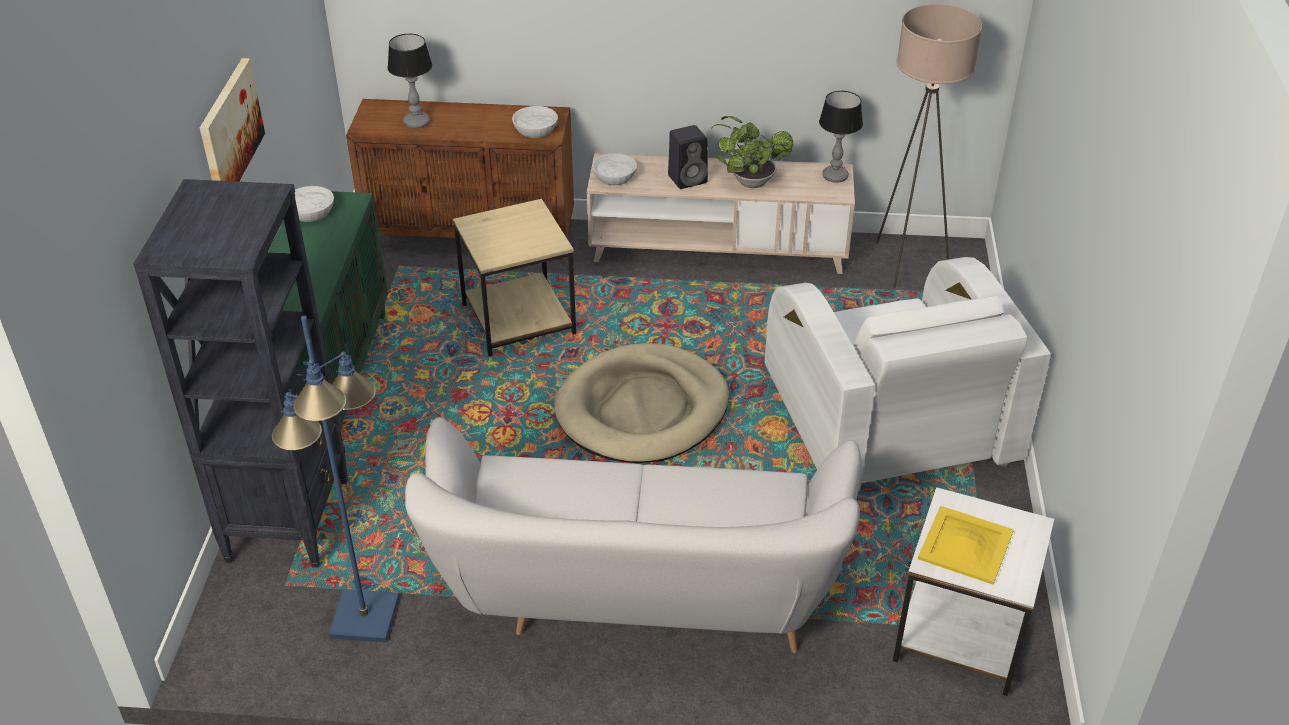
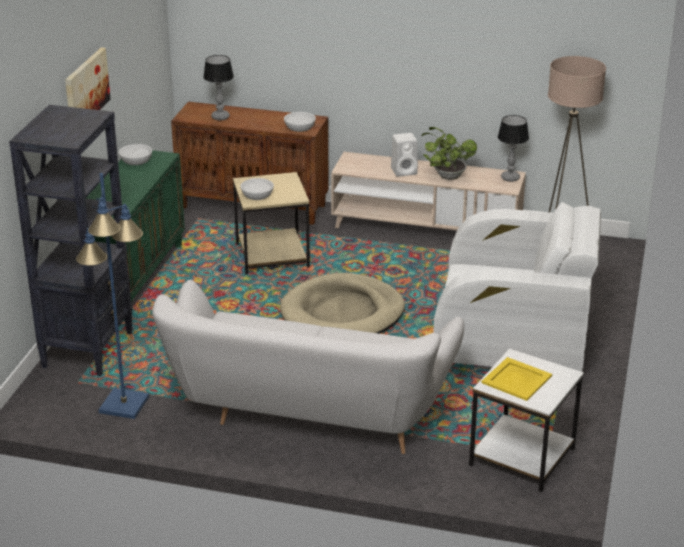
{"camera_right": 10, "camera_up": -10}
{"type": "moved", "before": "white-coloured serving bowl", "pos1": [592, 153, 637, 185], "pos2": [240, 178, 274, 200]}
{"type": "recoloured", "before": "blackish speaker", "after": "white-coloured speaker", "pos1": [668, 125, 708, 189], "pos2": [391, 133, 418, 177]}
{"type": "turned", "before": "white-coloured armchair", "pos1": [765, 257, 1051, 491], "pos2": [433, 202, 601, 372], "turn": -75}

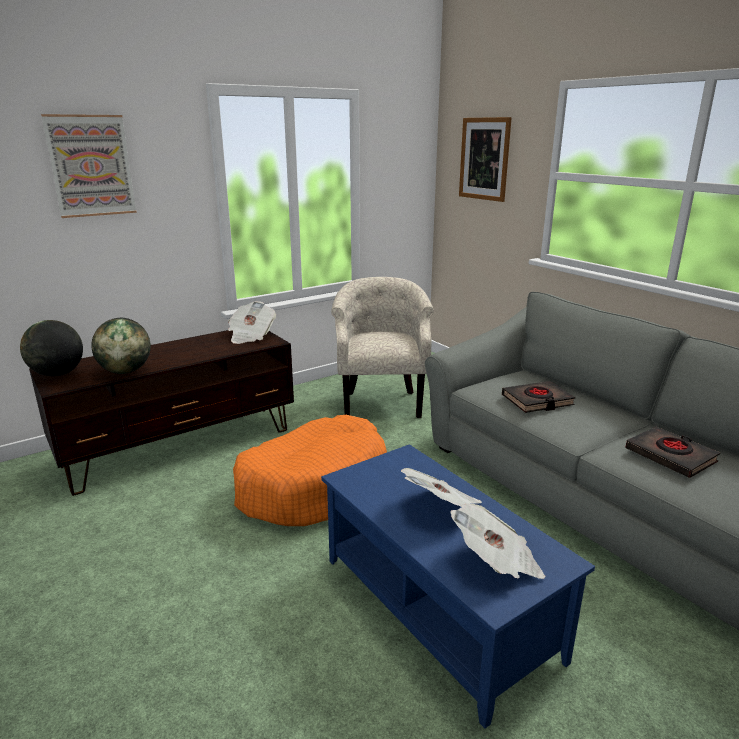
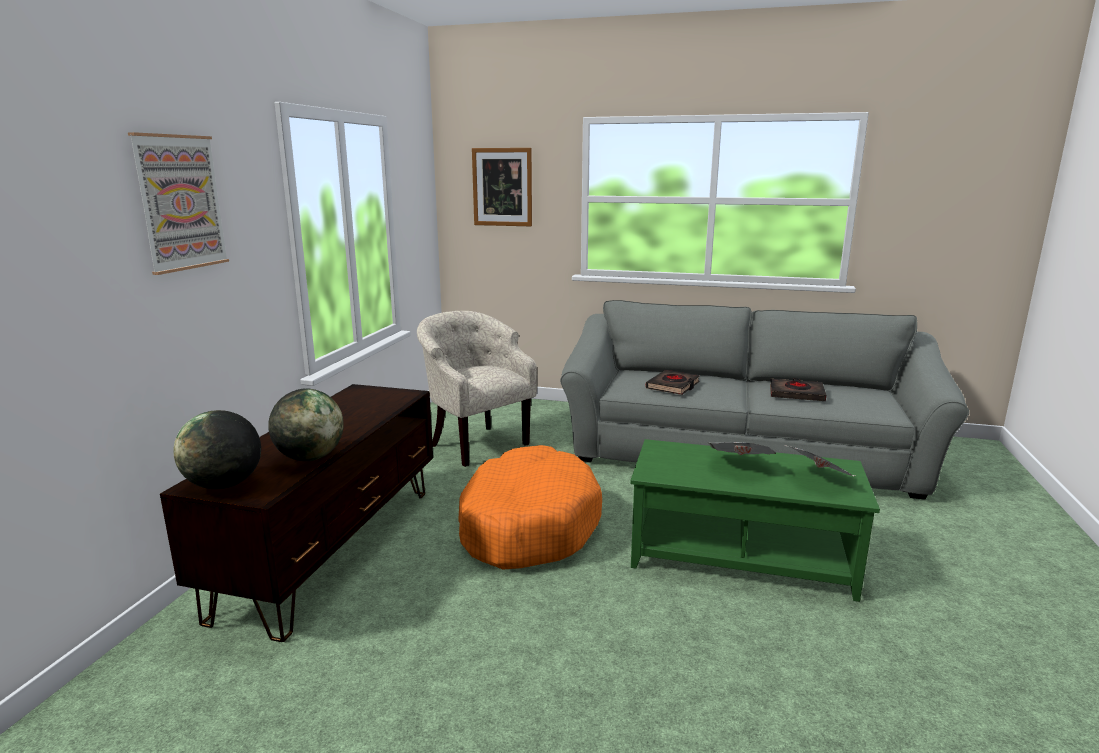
{"camera_right": -40, "camera_up": -5}
{"type": "removed", "before": "newspaper", "pos1": [228, 301, 276, 344]}
{"type": "recoloured", "before": "blue coffee table", "after": "green-coloured coffee table", "pos1": [321, 444, 595, 728], "pos2": [630, 439, 880, 602]}

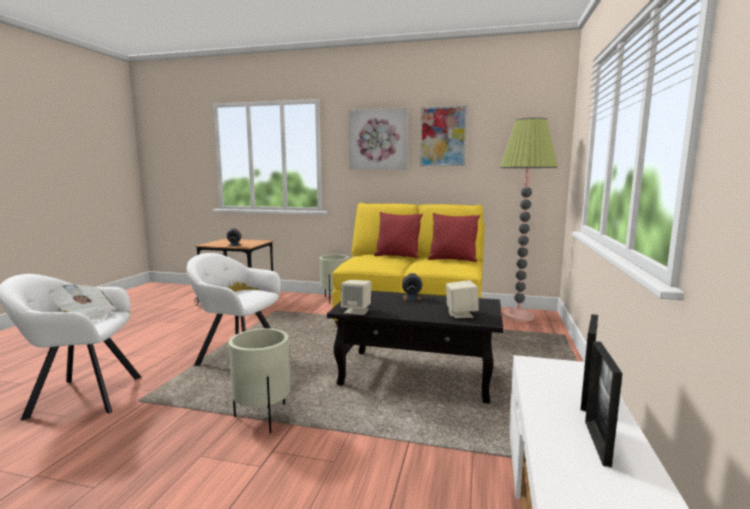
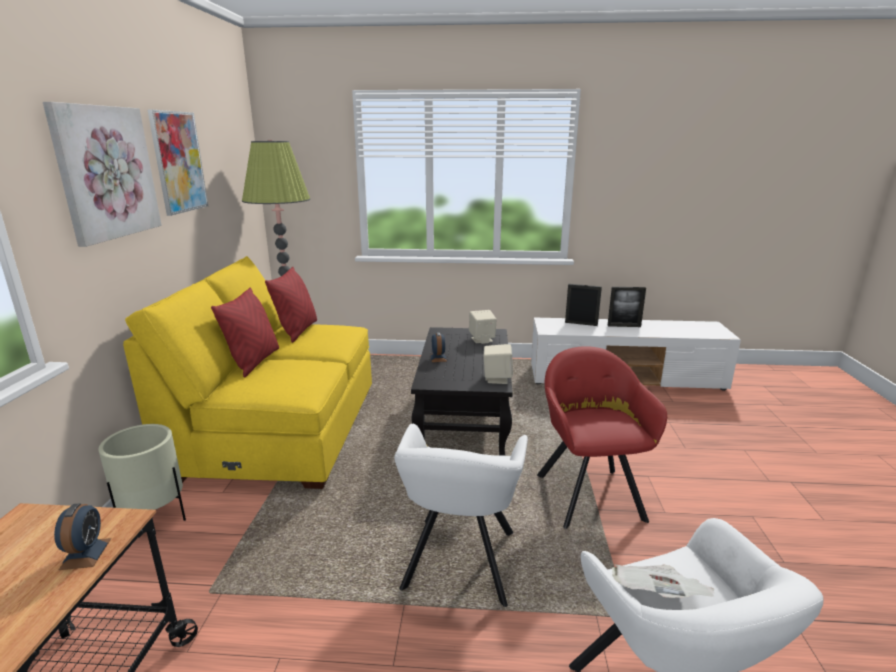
{"camera_right": -100, "camera_up": 10}
{"type": "replaced", "before": "beige planter", "after": "red armchair", "pos1": [229, 328, 291, 433], "pos2": [537, 346, 667, 529]}

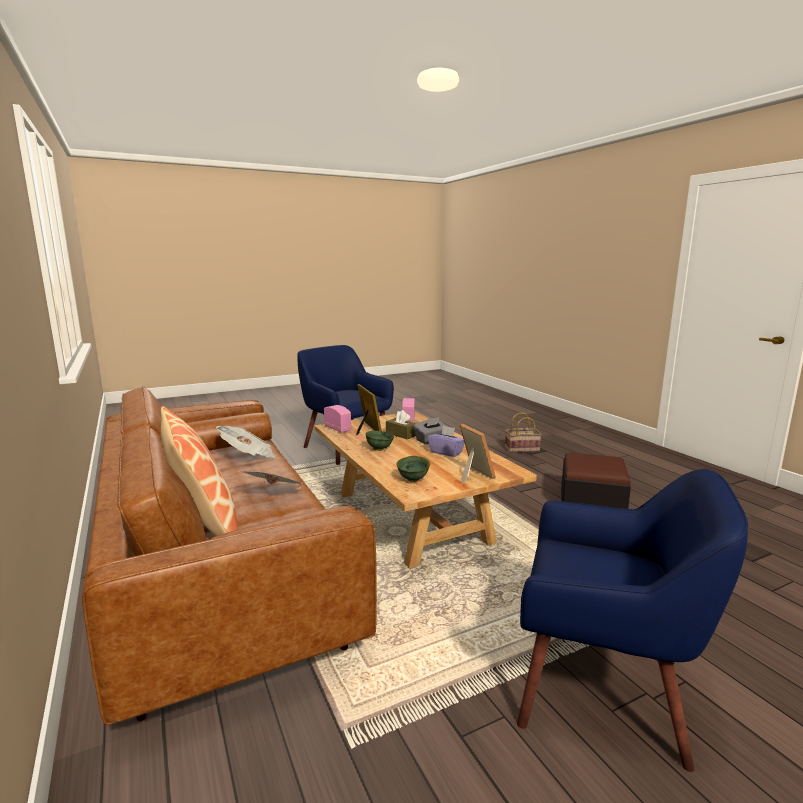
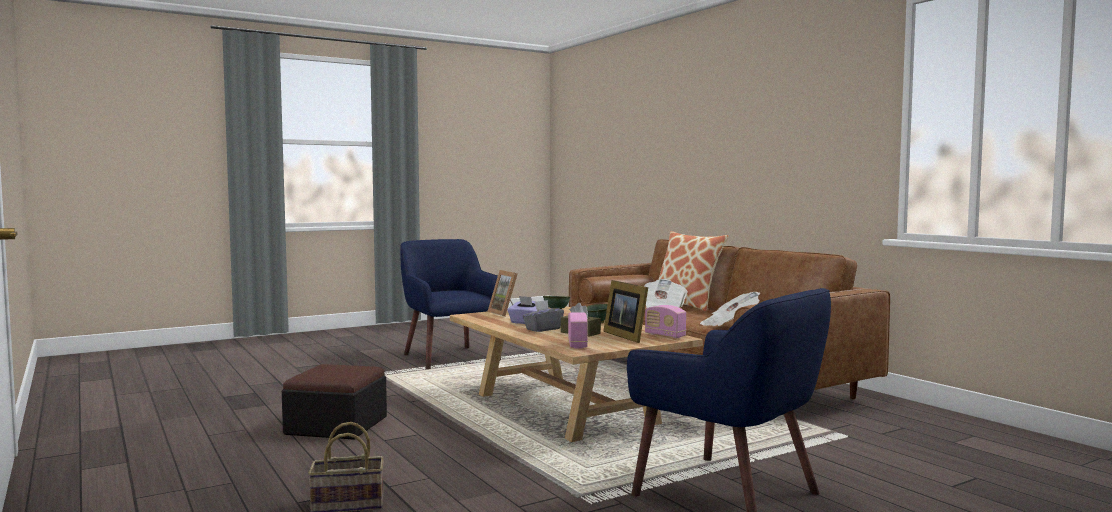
{"camera_right": 175, "camera_up": -10}
{"type": "turned", "before": "blue armchair", "pos1": [517, 469, 748, 772], "pos2": [400, 239, 501, 369], "turn": 45}

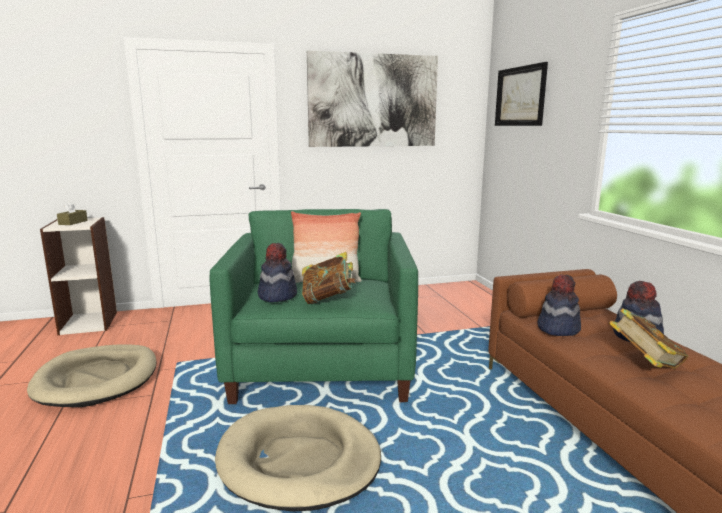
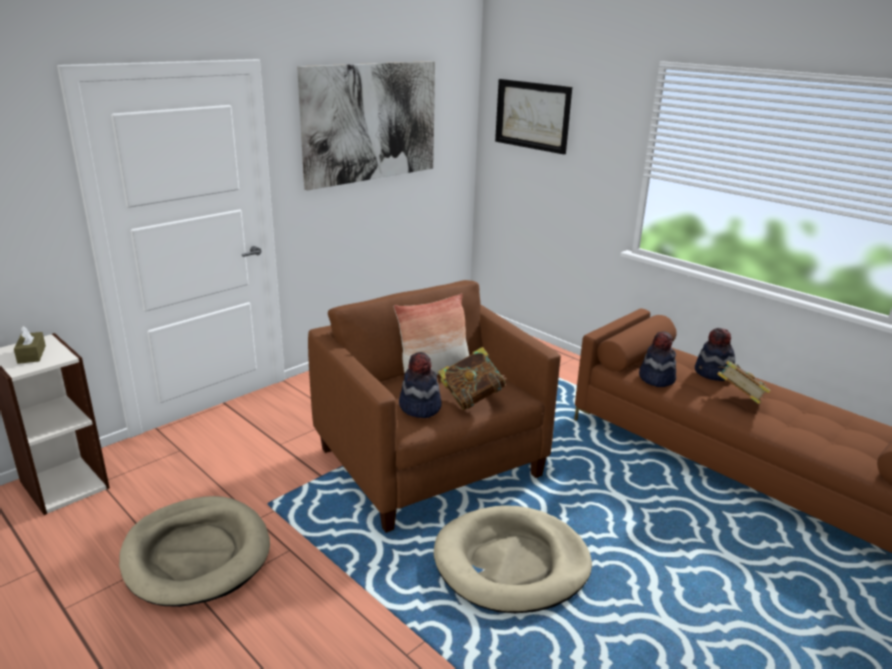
{"camera_right": -30, "camera_up": 10}
{"type": "recoloured", "before": "green-coloured armchair", "after": "brown armchair", "pos1": [209, 209, 418, 404], "pos2": [308, 280, 561, 533]}

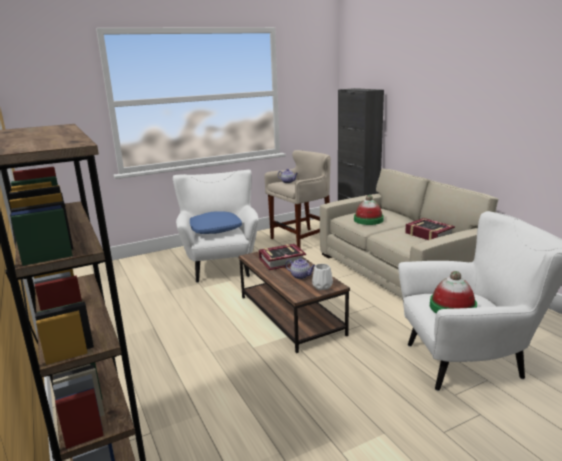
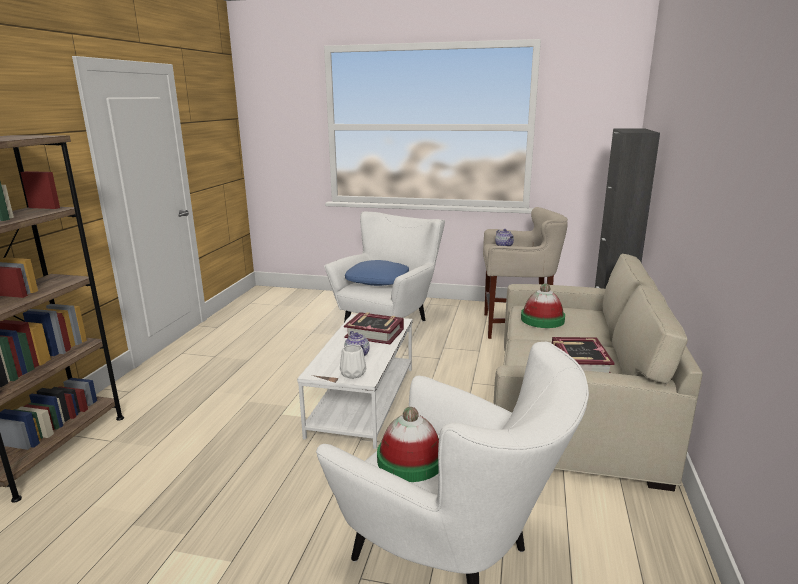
{"camera_right": 40, "camera_up": 0}
{"type": "recoloured", "before": "brown coffee table", "after": "white-coloured coffee table", "pos1": [239, 251, 350, 353], "pos2": [297, 314, 413, 449]}

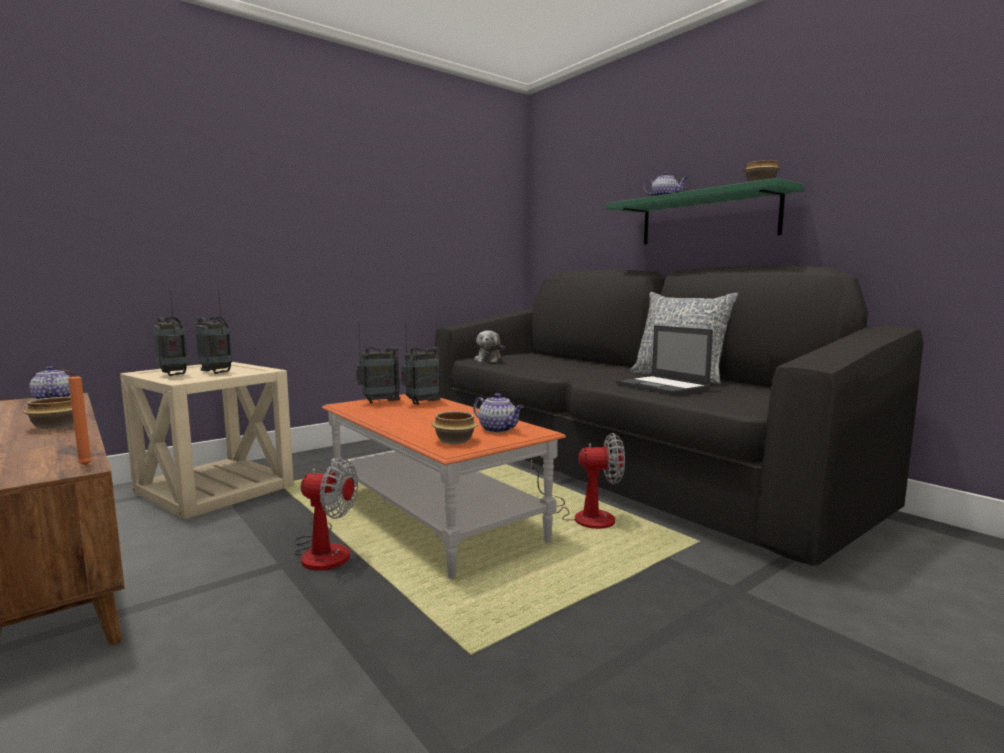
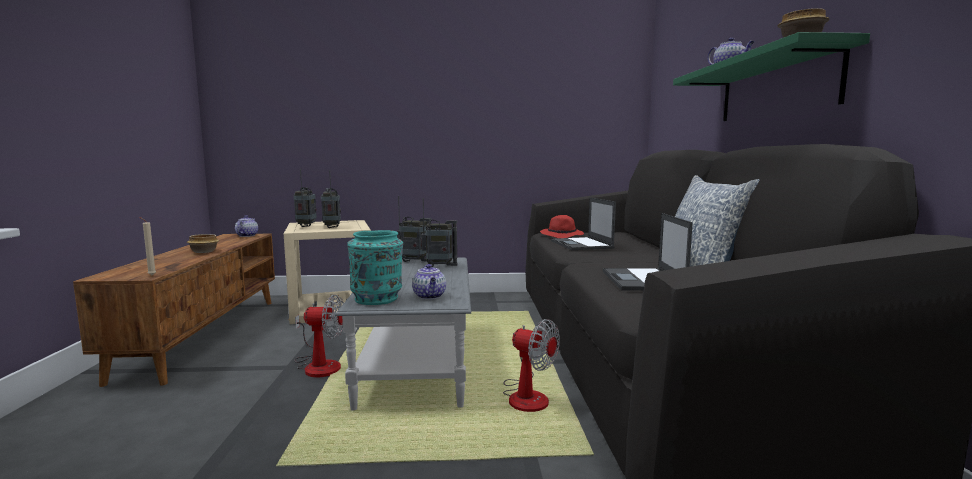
{"camera_right": 35, "camera_up": 0}
{"type": "recoloured", "before": "orange-coloured wax candle", "after": "beige wax candle", "pos1": [60, 368, 93, 466], "pos2": [139, 217, 156, 275]}
{"type": "turned", "before": "cooling fan", "pos1": [294, 458, 358, 571], "pos2": [294, 295, 344, 378], "turn": -45}
{"type": "recoloured", "before": "orange-coloured coffee table", "after": "greyish coffee table", "pos1": [322, 394, 566, 579], "pos2": [335, 258, 471, 411]}
{"type": "replaced", "before": "serving bowl", "after": "blue-green decorative vase", "pos1": [432, 411, 478, 444], "pos2": [347, 230, 403, 305]}
{"type": "replaced", "before": "plush toy", "after": "red hat", "pos1": [474, 331, 504, 362], "pos2": [540, 215, 584, 238]}
{"type": "added", "after": "notebook computer", "pos2": [551, 197, 616, 250]}

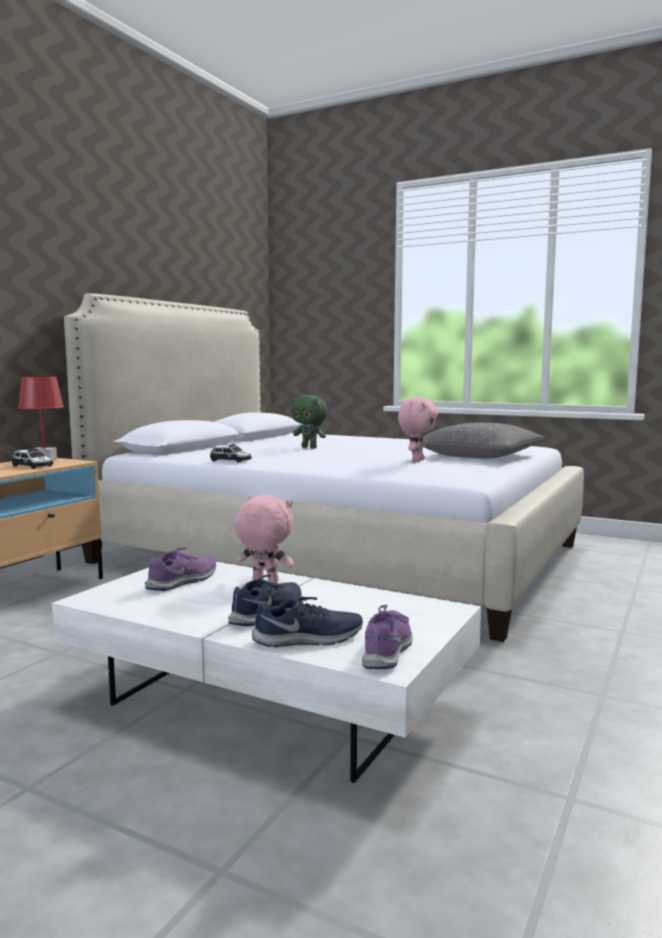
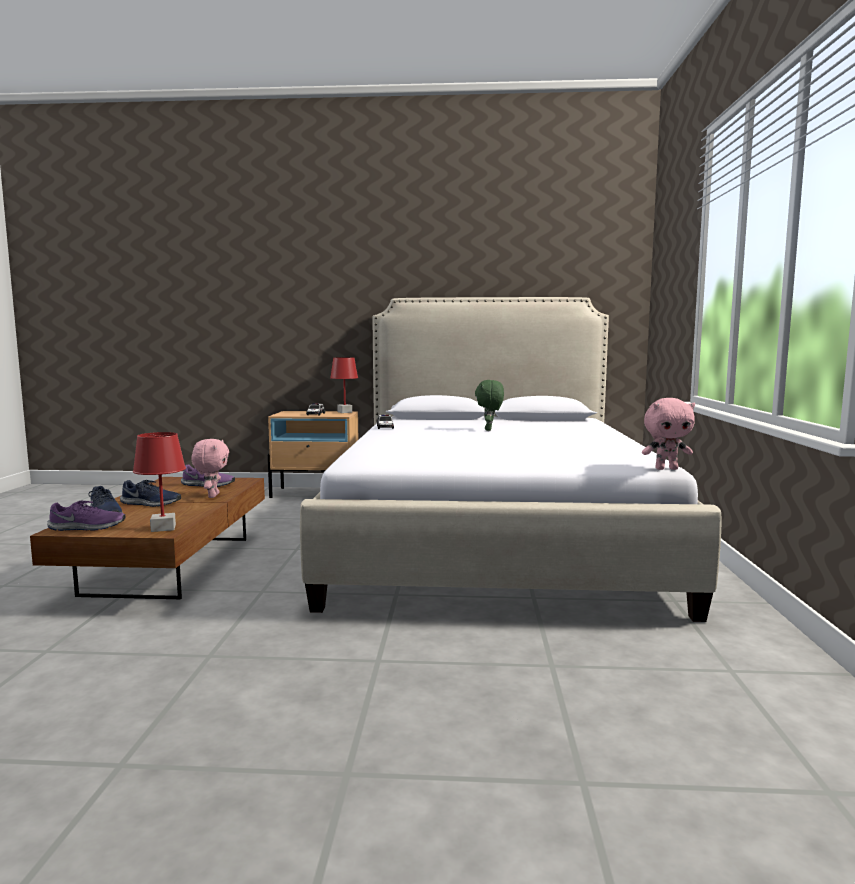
{"camera_right": 65, "camera_up": 0}
{"type": "recoloured", "before": "white-coloured coffee table", "after": "brown coffee table", "pos1": [52, 561, 481, 783], "pos2": [30, 477, 265, 599]}
{"type": "moved", "before": "pinkish plush toy", "pos1": [398, 397, 438, 462], "pos2": [642, 398, 695, 470]}
{"type": "removed", "before": "greyish pillow", "pos1": [424, 423, 545, 459]}
{"type": "added", "after": "red table lamp", "pos2": [133, 432, 186, 532]}

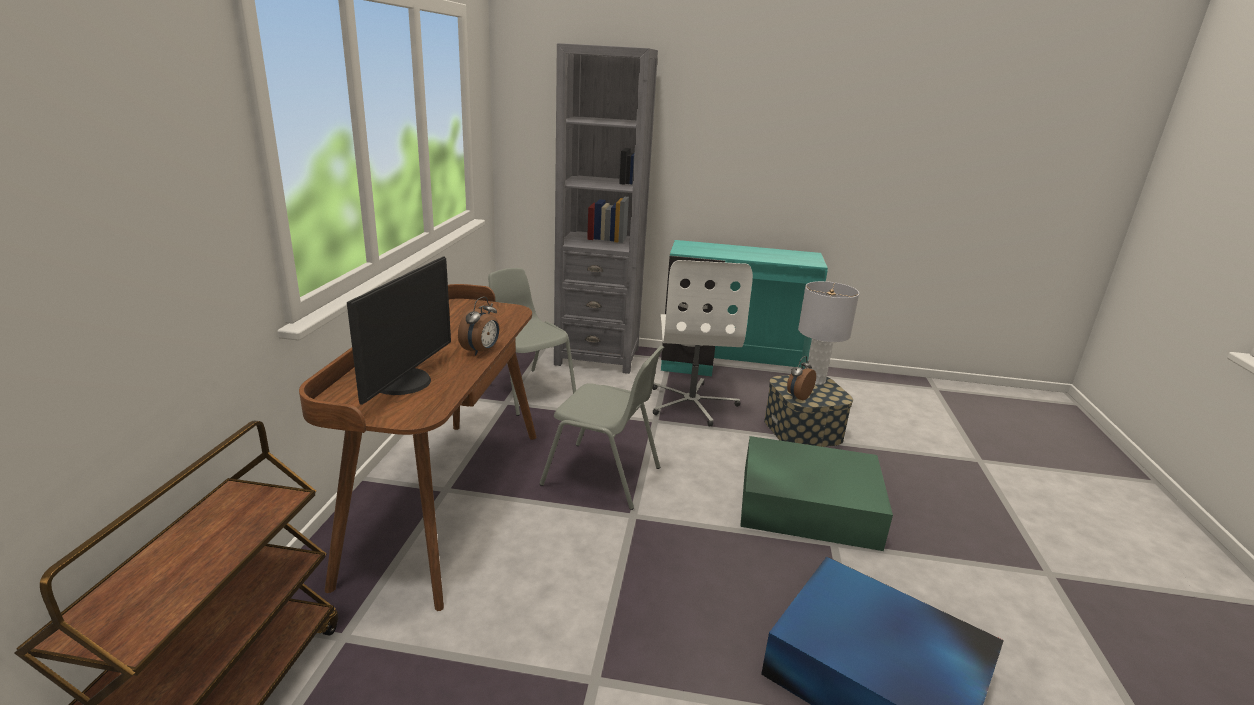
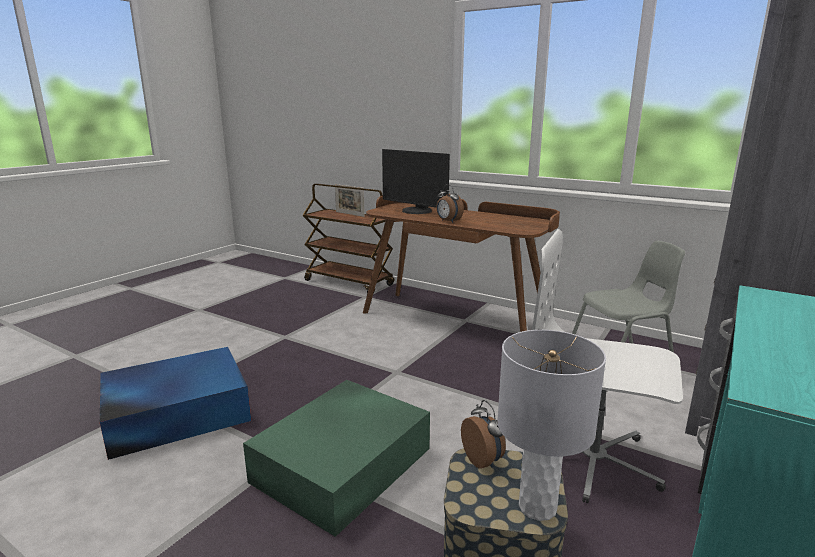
{"camera_right": 115, "camera_up": -5}
{"type": "removed", "before": "greyish upright chair", "pos1": [540, 345, 664, 510]}
{"type": "added", "after": "photo frame", "pos2": [335, 184, 365, 217]}

